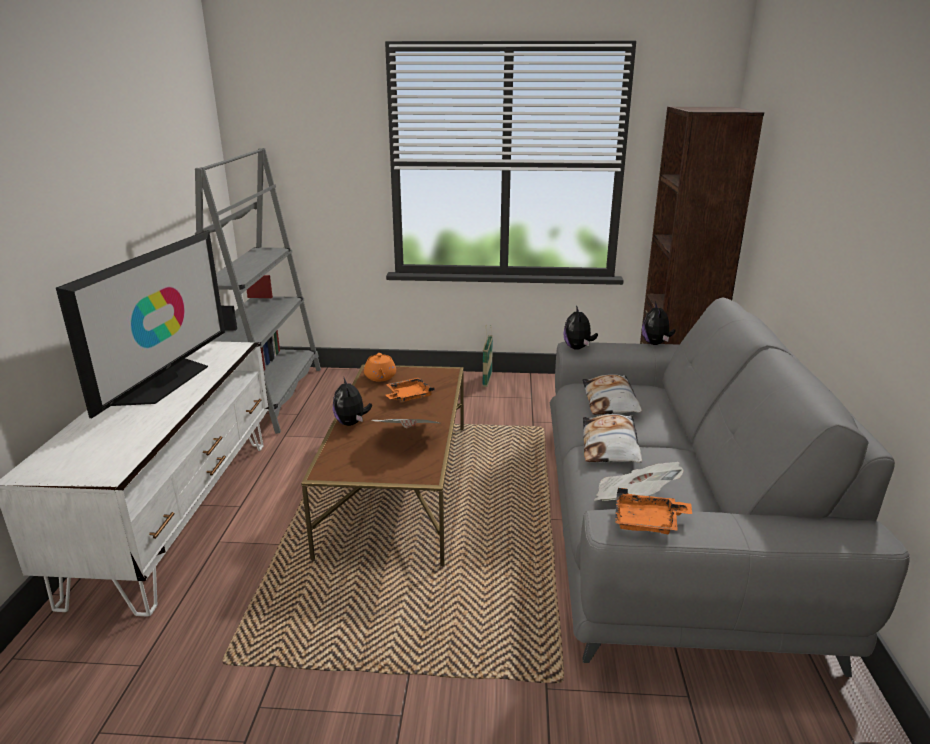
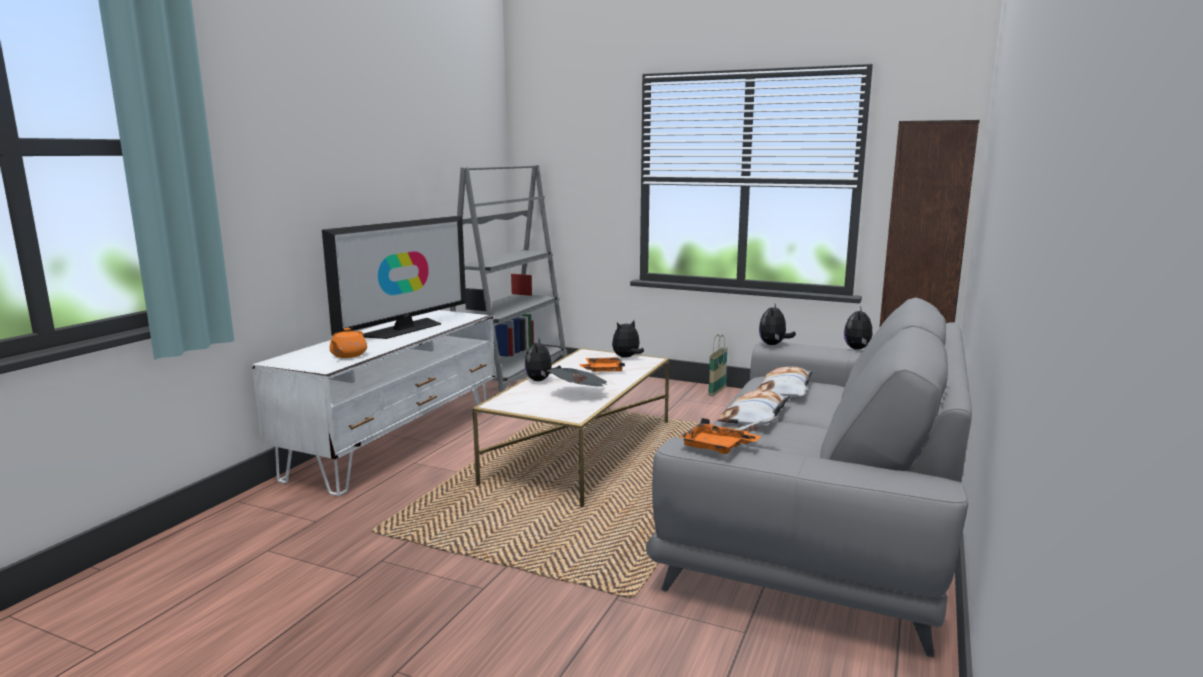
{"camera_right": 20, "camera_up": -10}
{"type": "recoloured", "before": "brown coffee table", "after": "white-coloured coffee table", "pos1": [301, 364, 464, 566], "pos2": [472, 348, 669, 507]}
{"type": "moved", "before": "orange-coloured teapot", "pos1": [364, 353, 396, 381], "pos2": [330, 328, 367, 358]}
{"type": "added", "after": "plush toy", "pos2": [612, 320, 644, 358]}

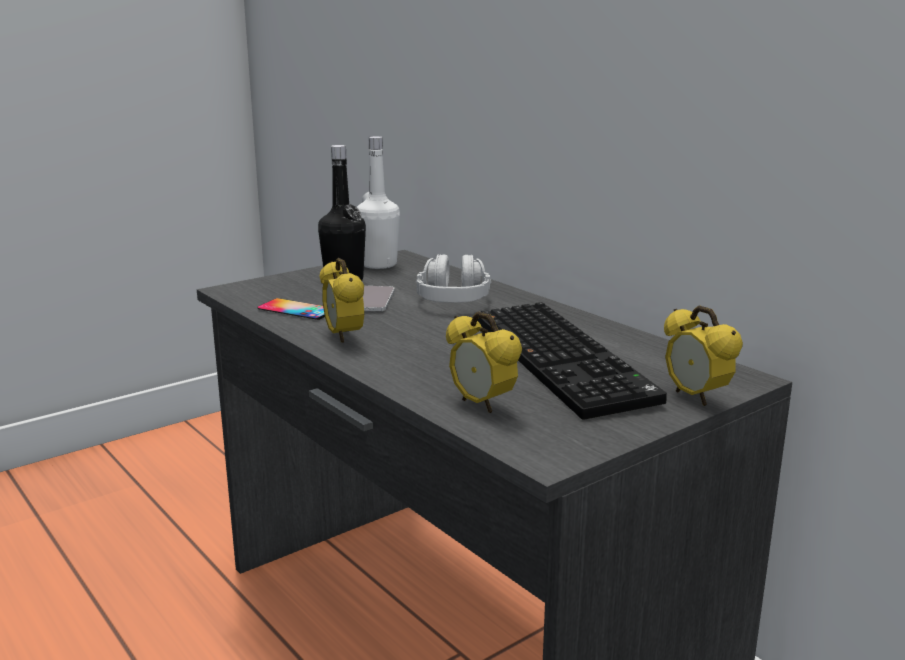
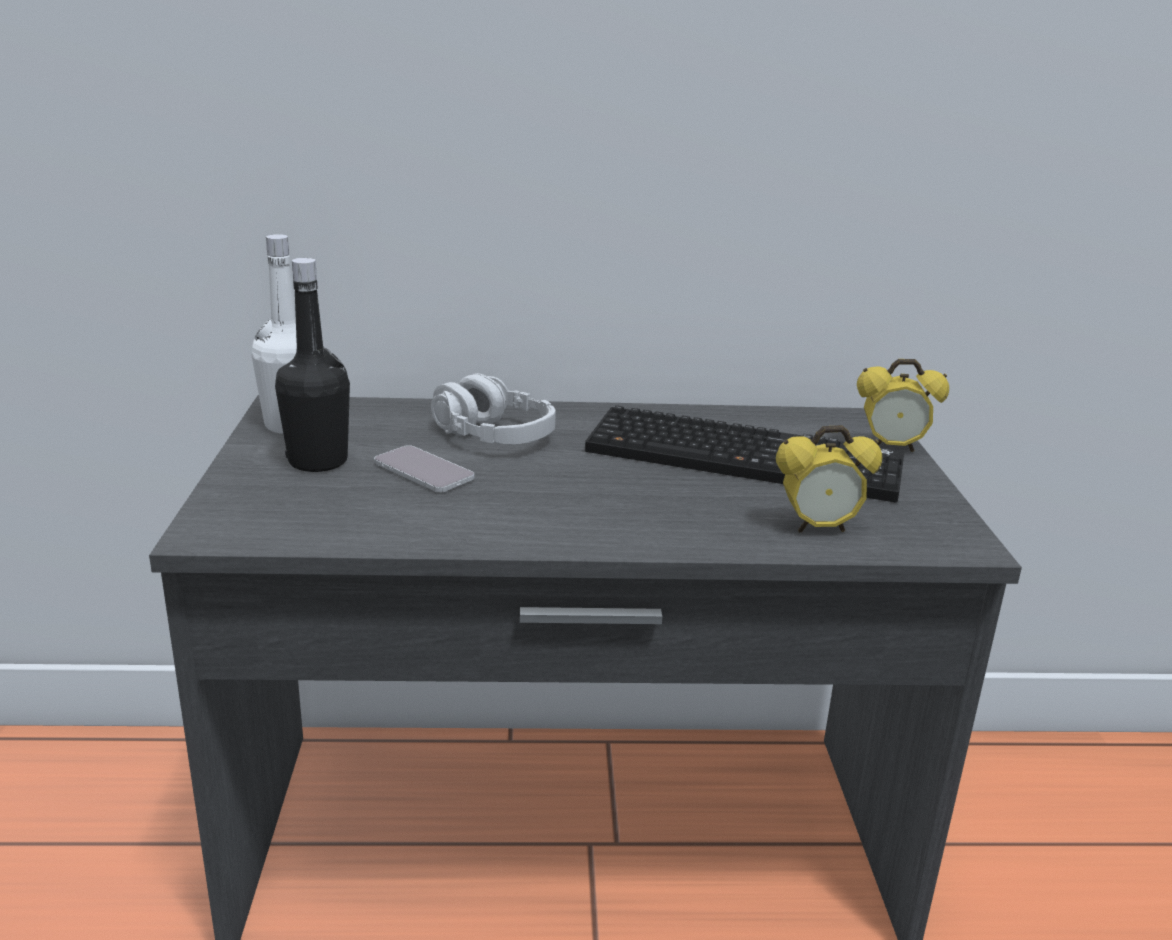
{"camera_right": -55, "camera_up": 5}
{"type": "removed", "before": "phone", "pos1": [258, 298, 325, 320]}
{"type": "removed", "before": "table clock", "pos1": [320, 258, 364, 343]}

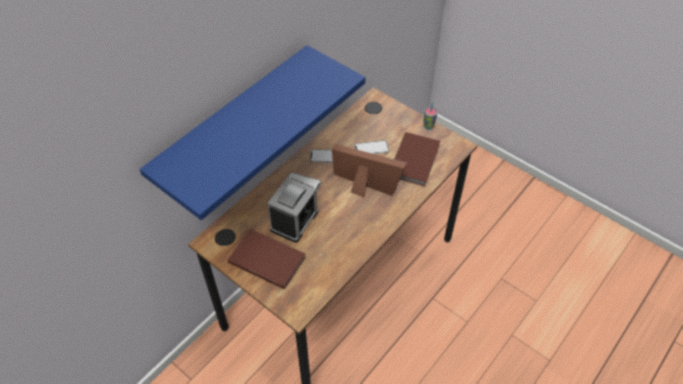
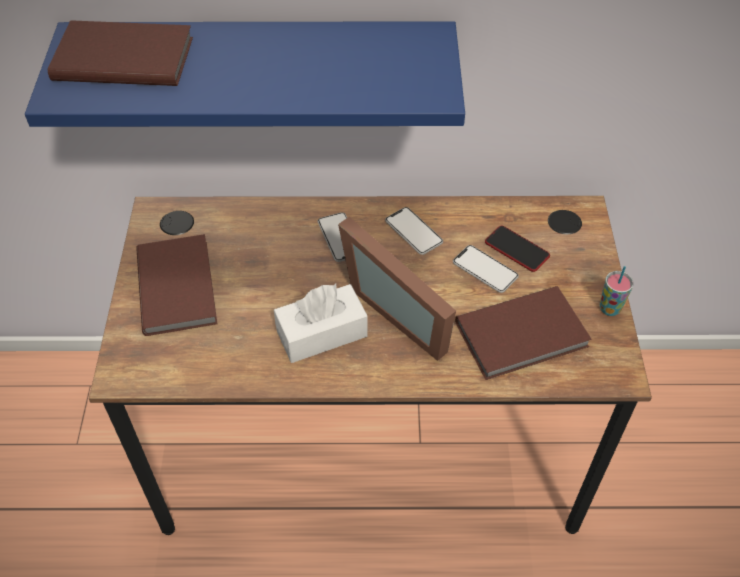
{"camera_right": 50, "camera_up": 0}
{"type": "removed", "before": "table clock", "pos1": [268, 177, 318, 243]}
{"type": "turned", "before": "photo frame", "pos1": [332, 144, 407, 197], "pos2": [338, 217, 456, 361], "turn": 150}
{"type": "added", "after": "brown bound book", "pos2": [48, 20, 193, 86]}
{"type": "added", "after": "white-coloured box of tissues", "pos2": [274, 284, 368, 363]}
{"type": "added", "after": "phone", "pos2": [485, 226, 550, 272]}

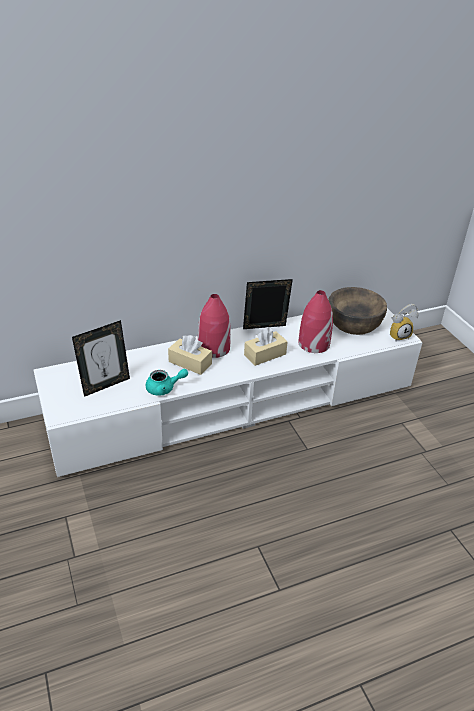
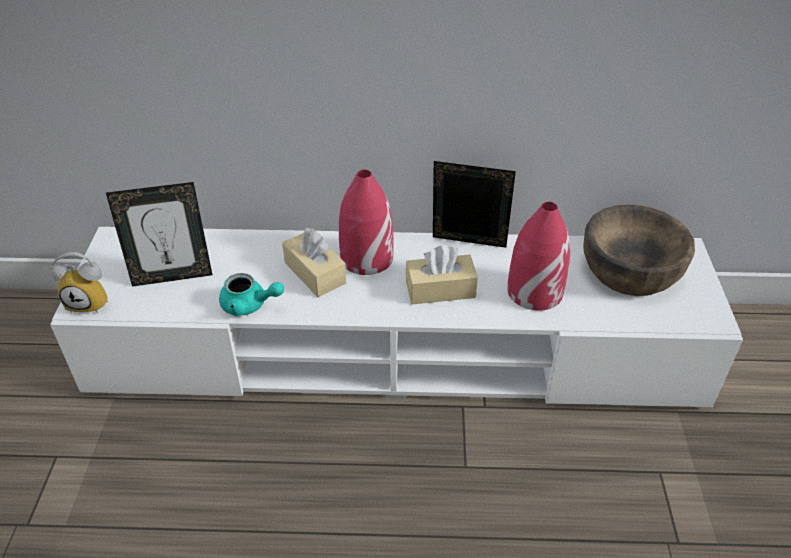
{"camera_right": 25, "camera_up": 5}
{"type": "moved", "before": "table clock", "pos1": [390, 304, 418, 341], "pos2": [50, 252, 108, 313]}

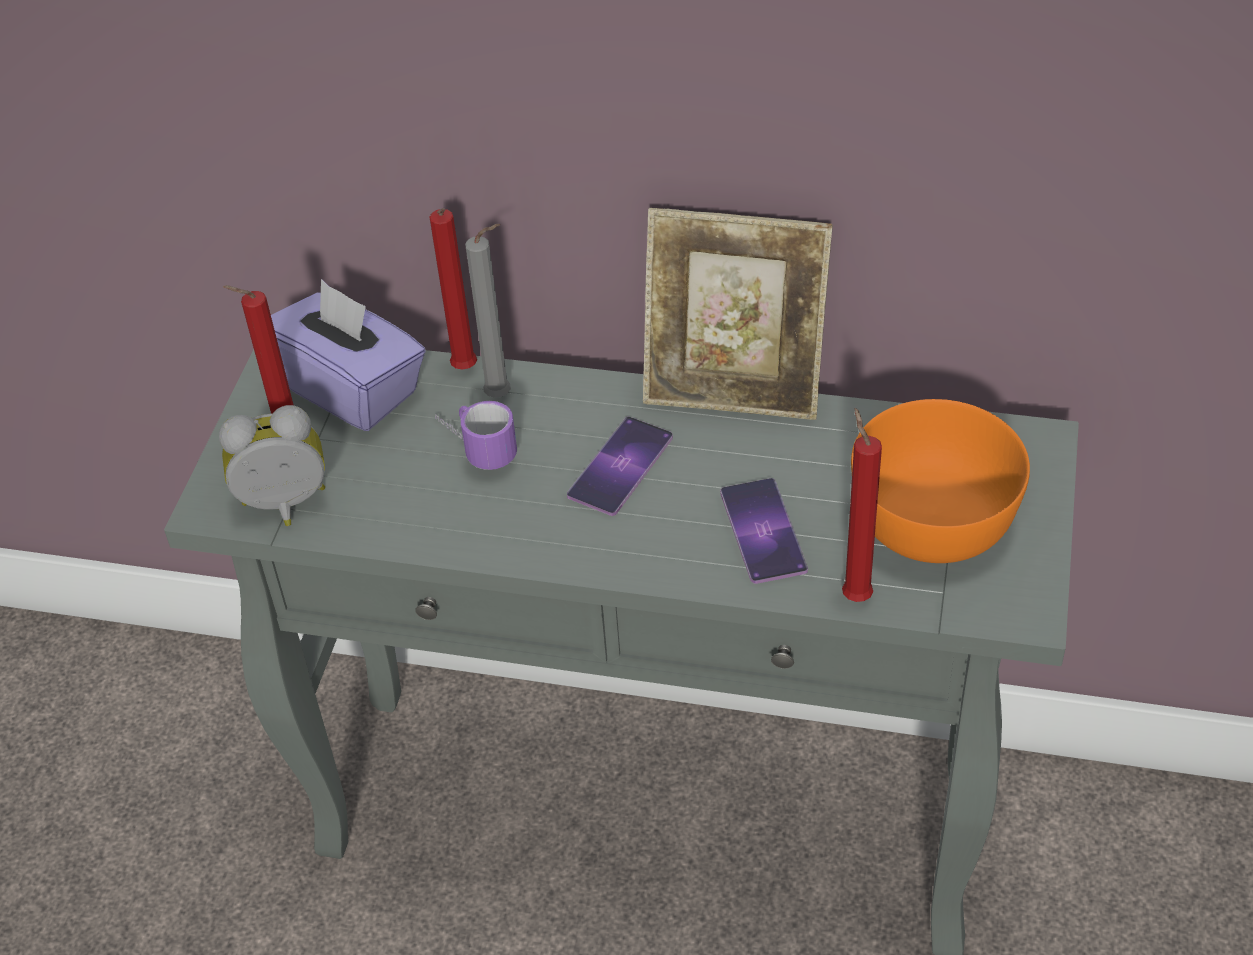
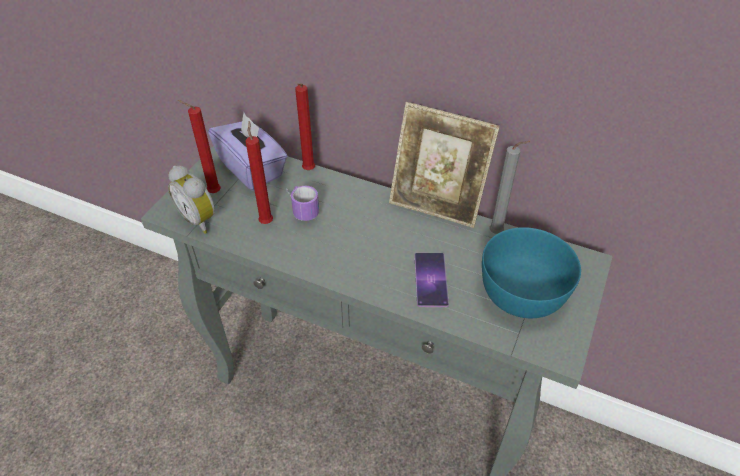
{"camera_right": 10, "camera_up": 0}
{"type": "turned", "before": "table clock", "pos1": [219, 405, 325, 526], "pos2": [168, 166, 215, 234], "turn": -135}
{"type": "moved", "before": "greyish wax candle", "pos1": [465, 224, 511, 398], "pos2": [489, 141, 531, 234]}
{"type": "removed", "before": "phone", "pos1": [567, 416, 673, 516]}
{"type": "moved", "before": "red wax candle", "pos1": [842, 408, 882, 602], "pos2": [245, 121, 273, 224]}
{"type": "recoloured", "before": "orange-coloured serving bowl", "after": "blue-green serving bowl", "pos1": [851, 399, 1030, 563], "pos2": [482, 227, 581, 318]}

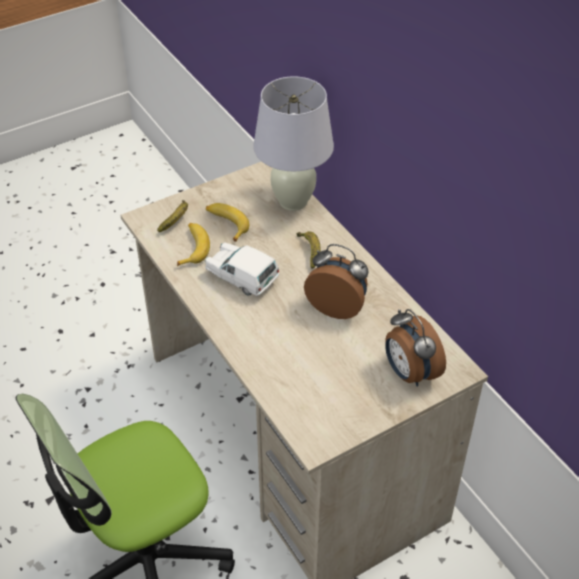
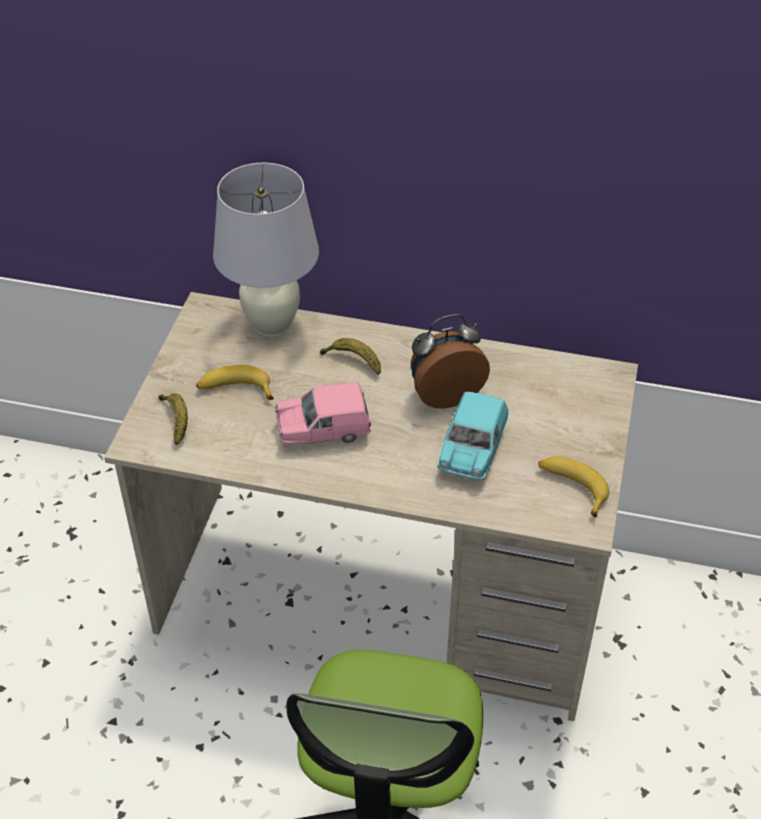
{"camera_right": -45, "camera_up": 0}
{"type": "moved", "before": "banana", "pos1": [177, 223, 210, 266], "pos2": [538, 456, 609, 517]}
{"type": "recoloured", "before": "white-coloured miniature car", "after": "pinkish miniature car", "pos1": [205, 242, 279, 296], "pos2": [275, 383, 371, 444]}
{"type": "removed", "before": "table clock", "pos1": [385, 309, 446, 387]}
{"type": "added", "after": "blue-green miniature car", "pos2": [437, 392, 508, 480]}

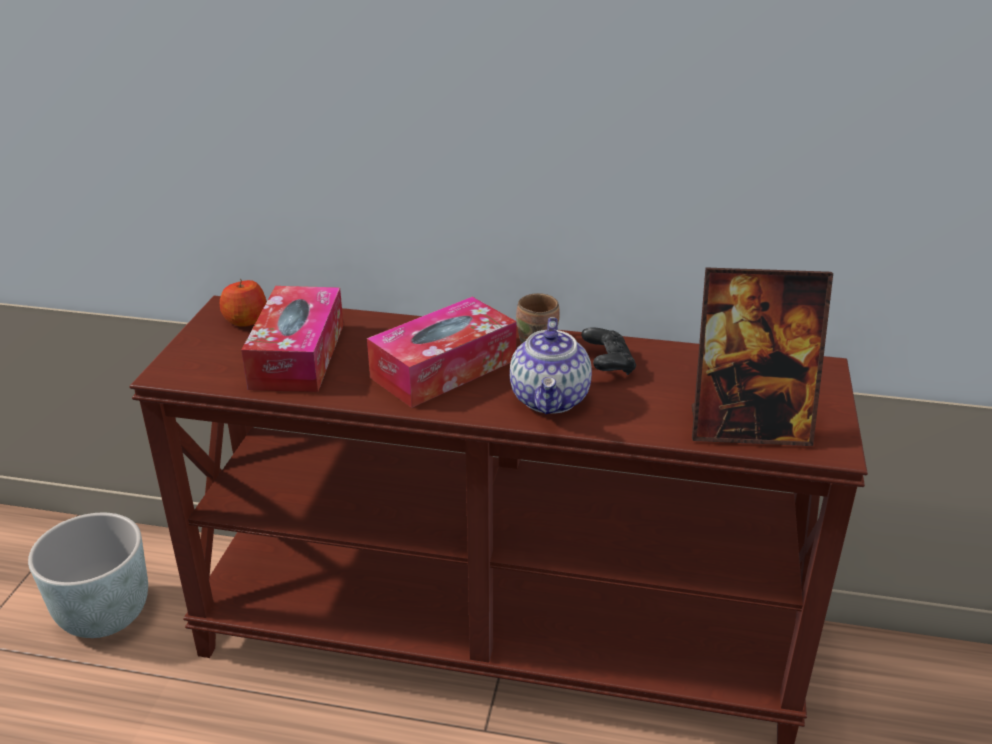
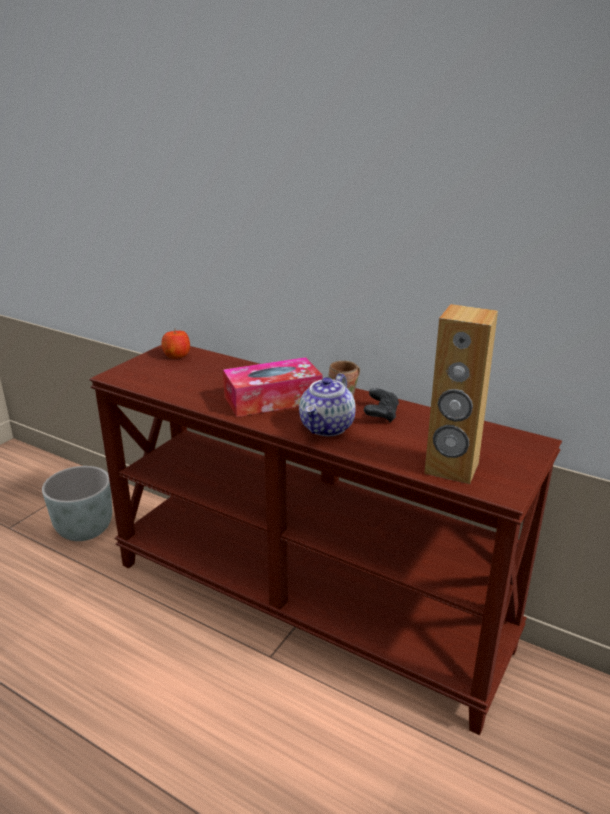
{"camera_right": 20, "camera_up": -5}
{"type": "removed", "before": "box of tissues", "pos1": [241, 286, 344, 392]}
{"type": "replaced", "before": "photo frame", "after": "brown speaker", "pos1": [692, 268, 833, 446], "pos2": [424, 304, 498, 484]}

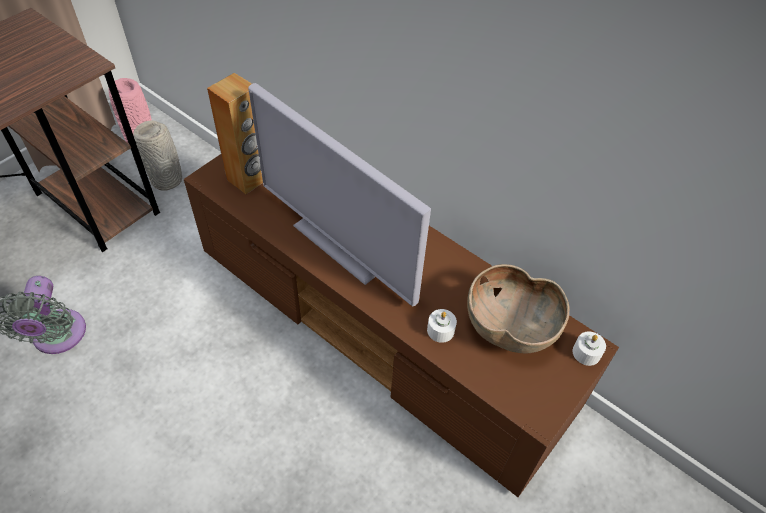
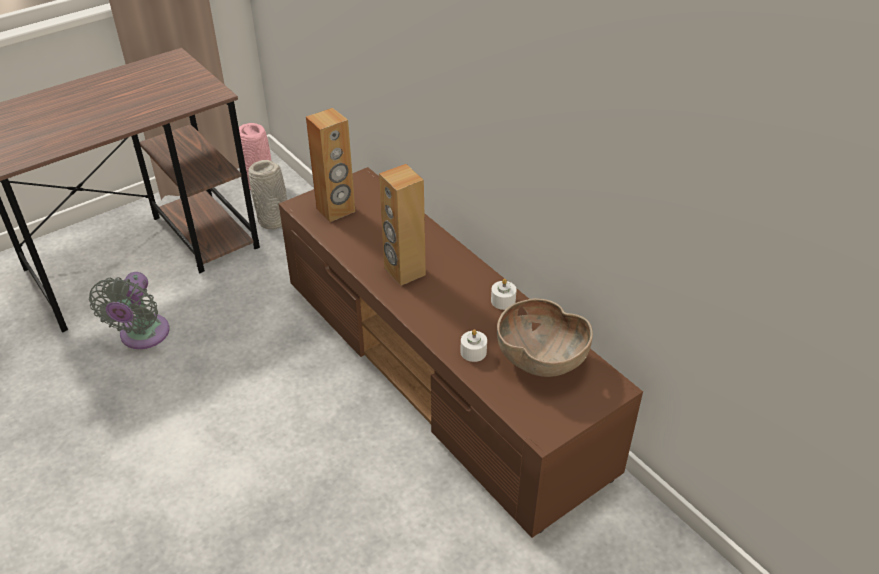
{"camera_right": 15, "camera_up": -10}
{"type": "replaced", "before": "TV", "after": "brown speaker", "pos1": [248, 83, 431, 306], "pos2": [379, 164, 426, 286]}
{"type": "moved", "before": "white-coloured wax candle", "pos1": [573, 331, 606, 366], "pos2": [491, 279, 517, 310]}

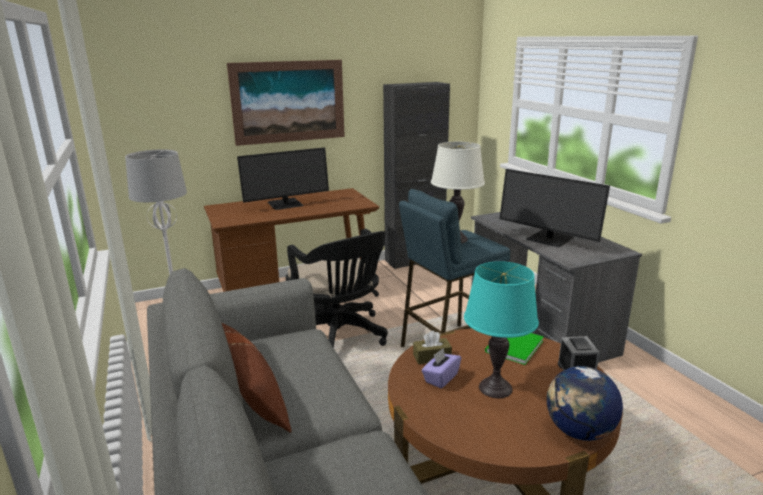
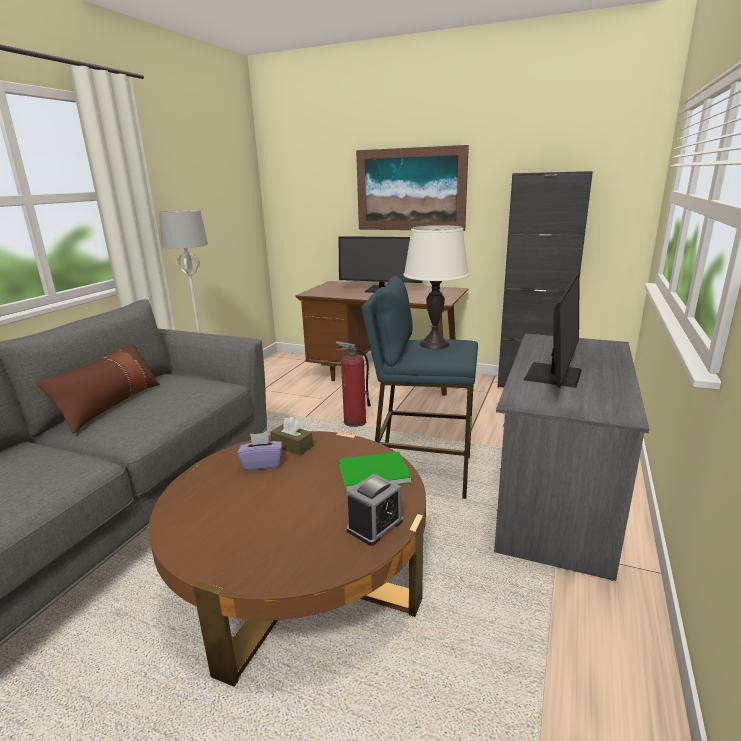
{"camera_right": 45, "camera_up": 0}
{"type": "replaced", "before": "blackish desk chair", "after": "extinguisher", "pos1": [286, 229, 388, 348], "pos2": [335, 341, 371, 427]}
{"type": "removed", "before": "blue-green table lamp", "pos1": [464, 261, 539, 398]}
{"type": "turned", "before": "monitor", "pos1": [500, 169, 610, 248], "pos2": [524, 272, 582, 388], "turn": -150}
{"type": "removed", "before": "world globe", "pos1": [547, 366, 623, 441]}

